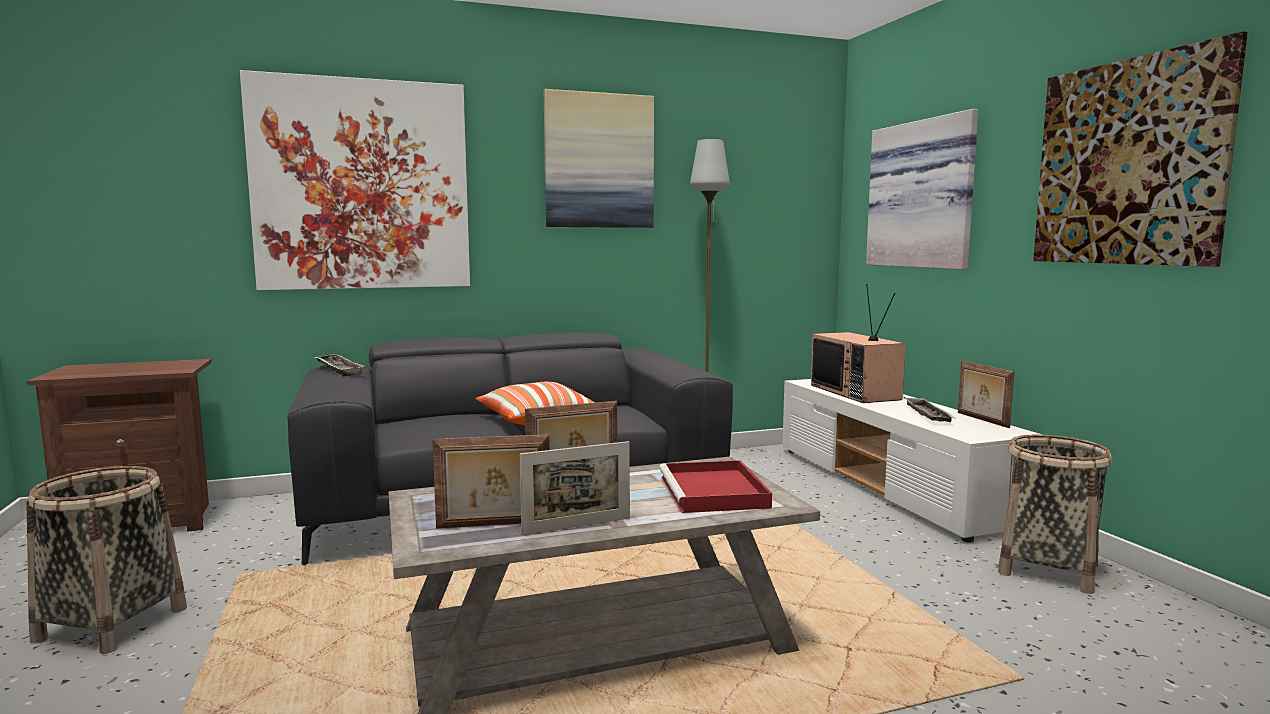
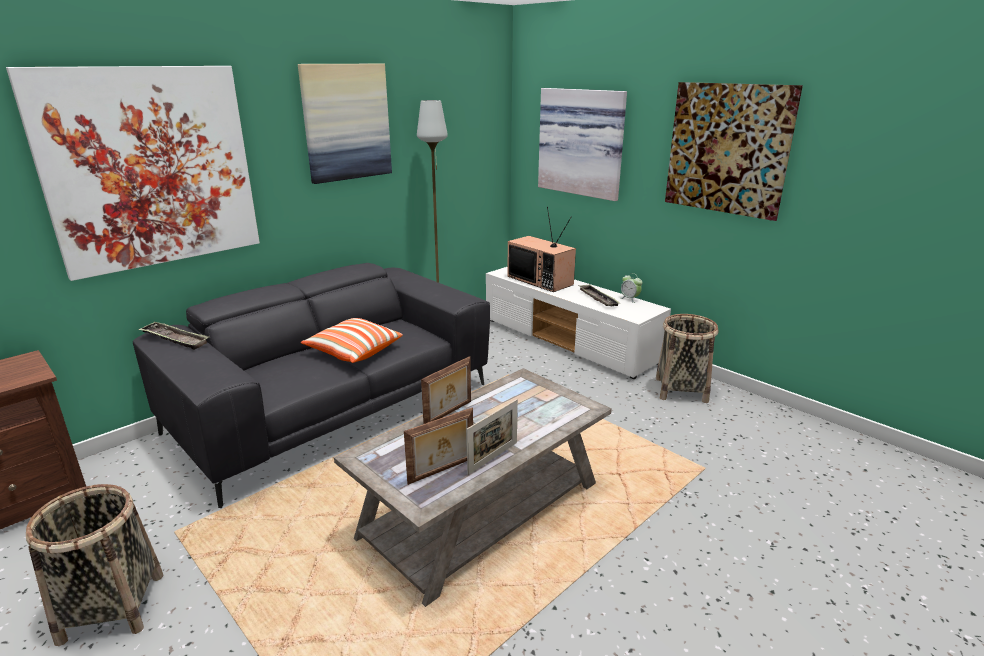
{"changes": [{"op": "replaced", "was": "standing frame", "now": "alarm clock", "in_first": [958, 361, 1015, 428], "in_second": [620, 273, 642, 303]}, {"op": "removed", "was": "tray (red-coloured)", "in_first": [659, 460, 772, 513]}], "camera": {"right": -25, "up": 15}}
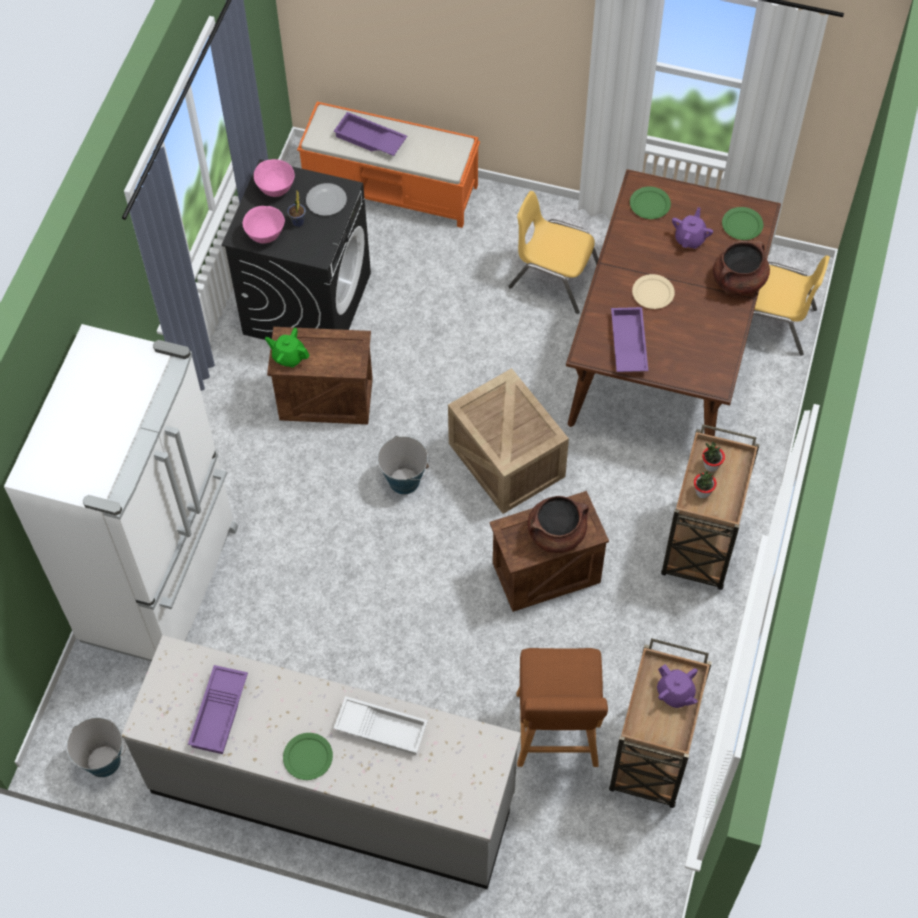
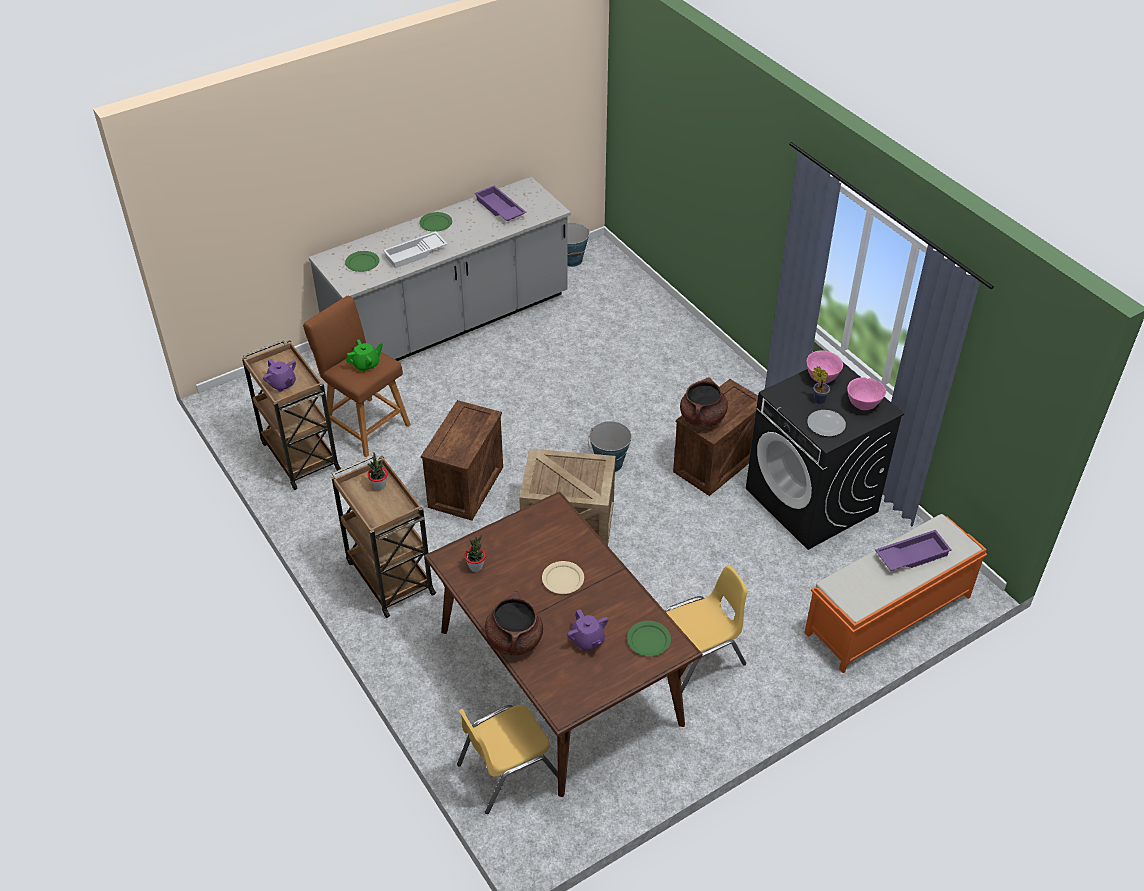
{"changes": [{"op": "turned", "was": "pot for tea (purplish)", "in_first": [657, 664, 698, 708], "in_second": [263, 359, 296, 392], "clockwise": -135}, {"op": "moved", "was": "flat dish (green)", "in_first": [722, 207, 763, 240], "in_second": [345, 251, 379, 272]}, {"op": "moved", "was": "pot for tea (green)", "in_first": [265, 328, 309, 368], "in_second": [346, 339, 383, 372]}, {"op": "moved", "was": "houseplant", "in_first": [702, 442, 725, 472], "in_second": [464, 535, 486, 572]}, {"op": "moved", "was": "saucepot (brownish)", "in_first": [528, 496, 589, 553], "in_second": [680, 377, 728, 428]}, {"op": "removed", "was": "kitchen fridge (white-coloured)", "in_first": [4, 324, 238, 661]}, {"op": "removed", "was": "tray (purplish)", "in_first": [611, 307, 648, 372]}], "camera": {"right": 130, "up": -15}}
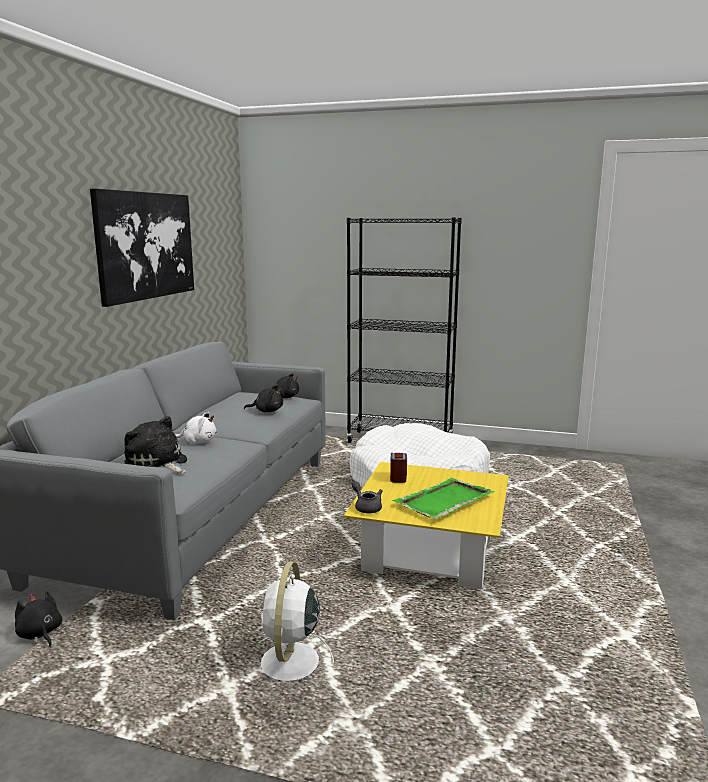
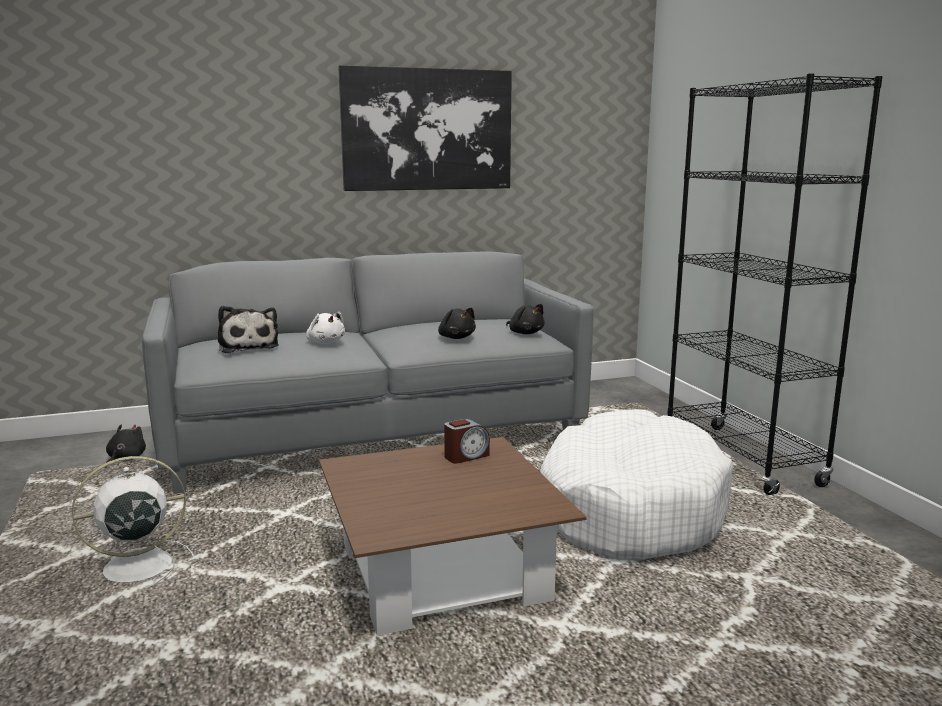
{"changes": [{"op": "turned", "was": "soft toy", "in_first": [124, 416, 187, 473], "in_second": [218, 306, 279, 353], "clockwise": 150}, {"op": "recoloured", "was": "lounge table (yellowish)", "now": "lounge table (brownish)", "in_first": [344, 462, 509, 590], "in_second": [319, 437, 587, 636]}, {"op": "removed", "was": "pot for tea (greyish)", "in_first": [352, 482, 383, 514]}, {"op": "removed", "was": "tray (green)", "in_first": [393, 478, 495, 519]}], "camera": {"right": 55, "up": 0}}
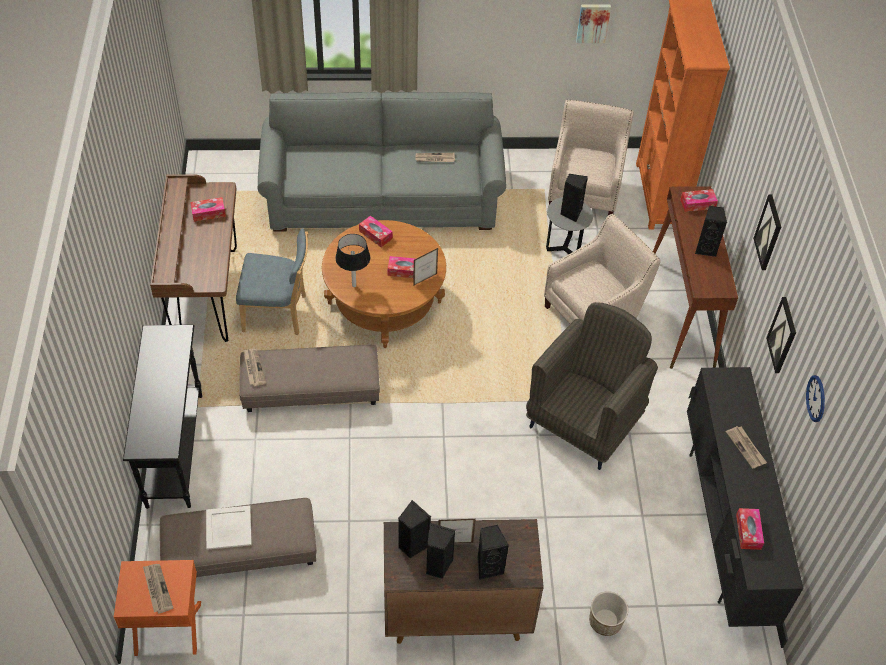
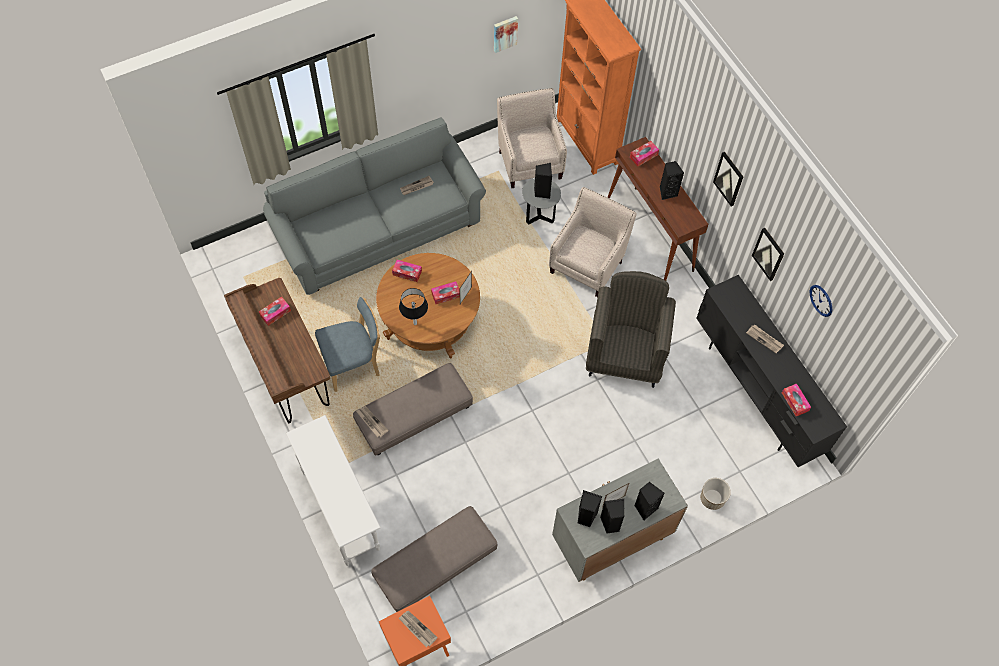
{"changes": [{"op": "recoloured", "was": "console table (blackish)", "now": "console table (white-coloured)", "in_first": [123, 325, 202, 509], "in_second": [286, 415, 381, 566]}, {"op": "recoloured", "was": "cupboard (brownish)", "now": "cupboard (greyish)", "in_first": [384, 519, 544, 644], "in_second": [552, 459, 688, 582]}, {"op": "removed", "was": "tray (white-coloured)", "in_first": [206, 505, 252, 550]}], "camera": {"right": -25, "up": 10}}
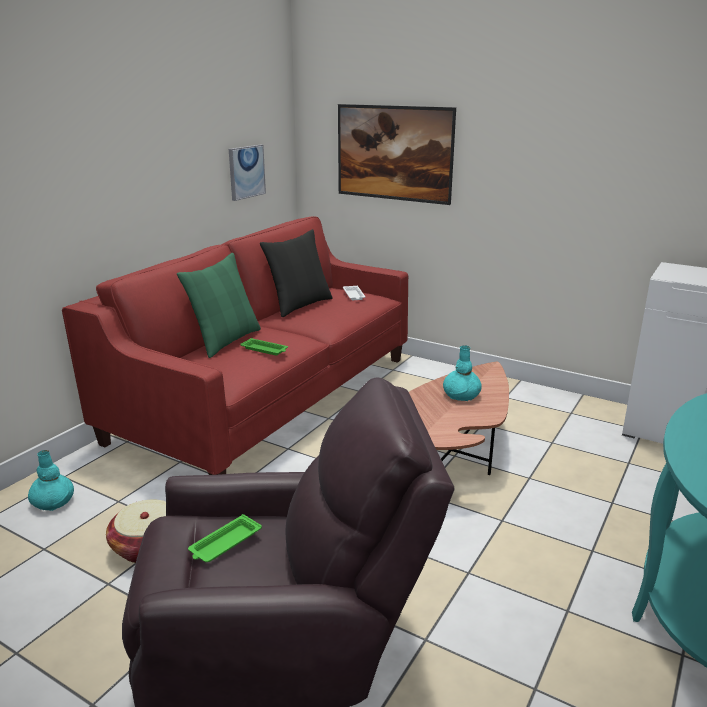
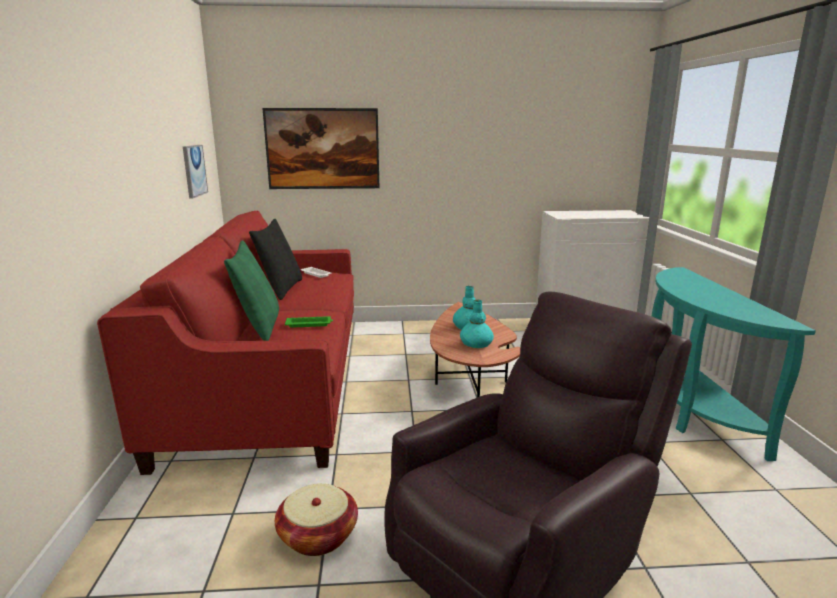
{"changes": [{"op": "moved", "was": "decorative vase (turquoise)", "in_first": [28, 450, 74, 511], "in_second": [460, 300, 494, 348]}, {"op": "removed", "was": "tray (green)", "in_first": [188, 514, 262, 562]}], "camera": {"right": -35, "up": -5}}
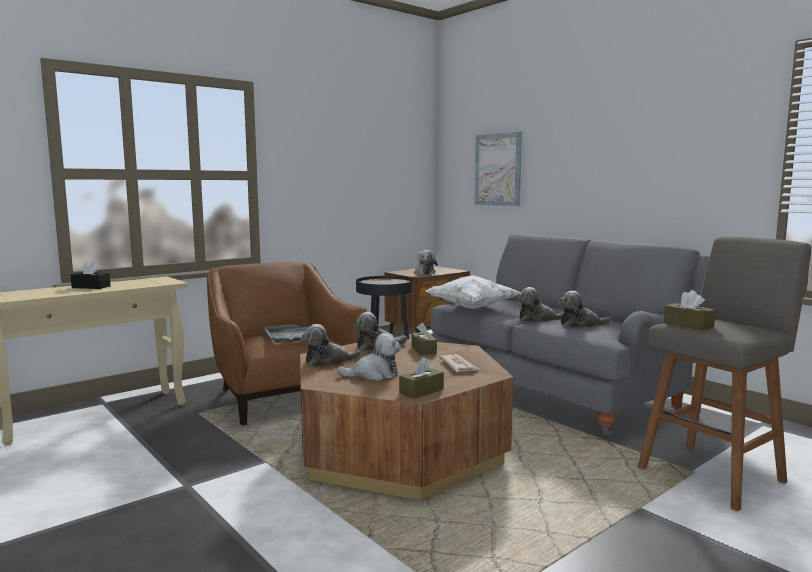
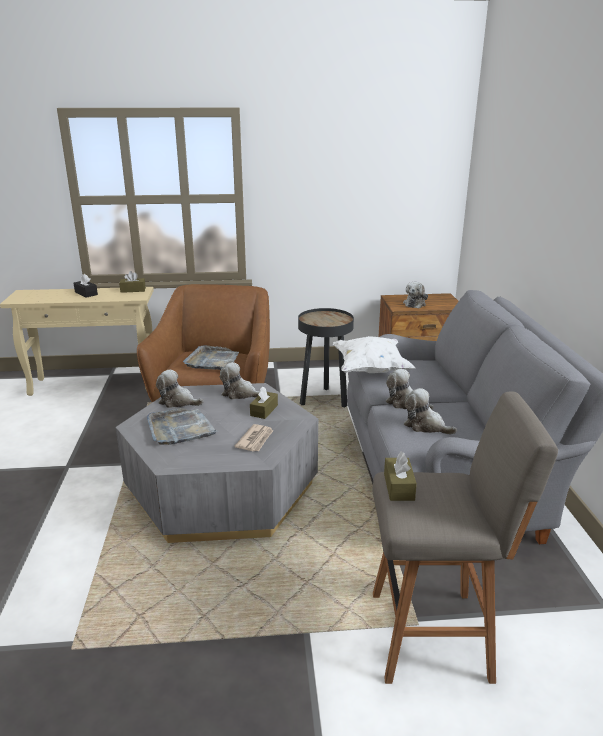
{"changes": [{"op": "recoloured", "was": "lounge table (brownish)", "now": "lounge table (greyish)", "in_first": [300, 338, 513, 500], "in_second": [116, 383, 318, 543]}, {"op": "moved", "was": "tissue holder (brownish)", "in_first": [399, 357, 444, 399], "in_second": [119, 271, 146, 293]}, {"op": "replaced", "was": "soft toy", "now": "tray (greyish)", "in_first": [337, 333, 401, 381], "in_second": [147, 408, 218, 445]}, {"op": "removed", "was": "wall picture", "in_first": [474, 132, 522, 206]}], "camera": {"right": 35, "up": 15}}
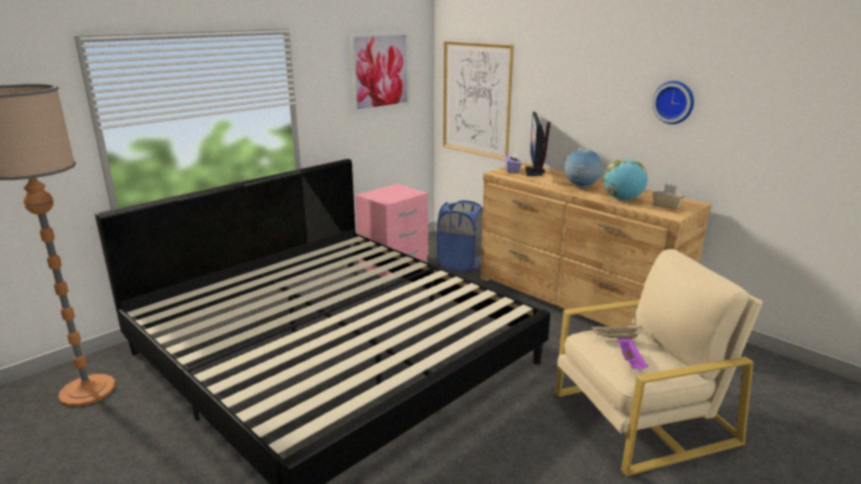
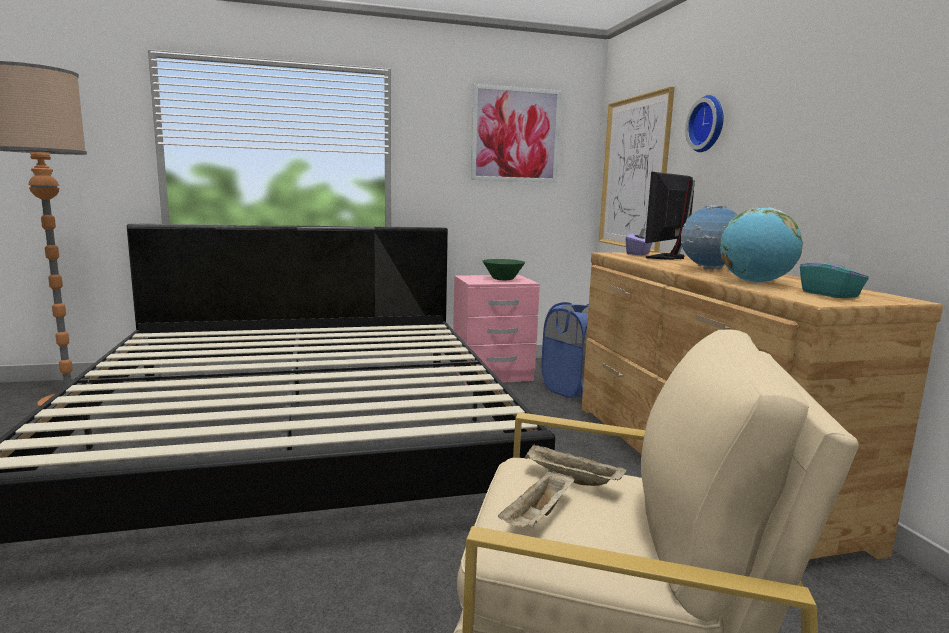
{"changes": [{"op": "added", "now": "serving bowl (green)", "in_second": [483, 259, 525, 280]}, {"op": "recoloured", "was": "tray (purplish)", "now": "tray (sand-coloured)", "in_first": [617, 337, 648, 369], "in_second": [498, 468, 575, 528]}, {"op": "moved", "was": "clock on the wall", "in_first": [652, 81, 694, 124], "in_second": [685, 95, 723, 152]}, {"op": "recoloured", "was": "tissue holder (sand-coloured)", "now": "tissue holder (turquoise)", "in_first": [653, 184, 685, 210], "in_second": [800, 253, 869, 298]}], "camera": {"right": 30, "up": -10}}
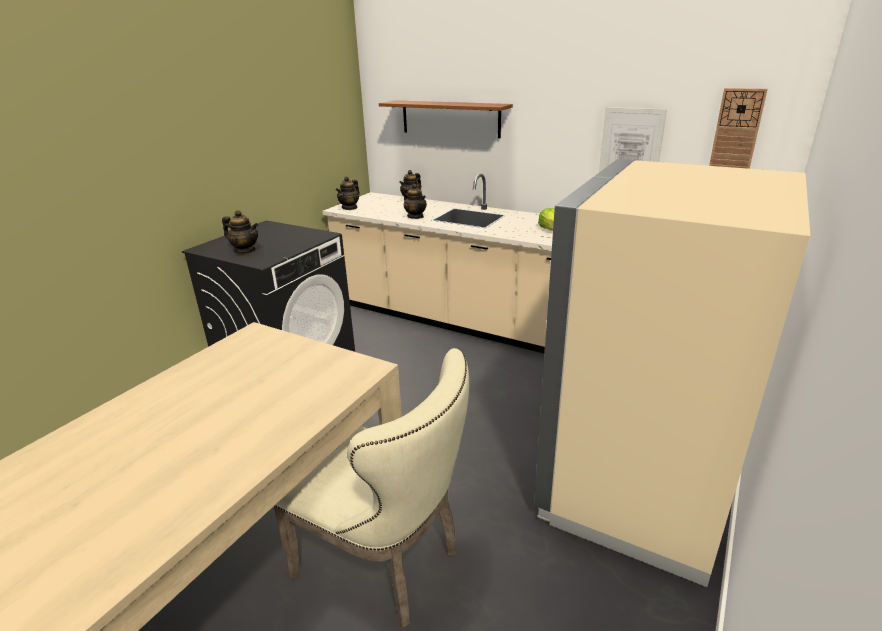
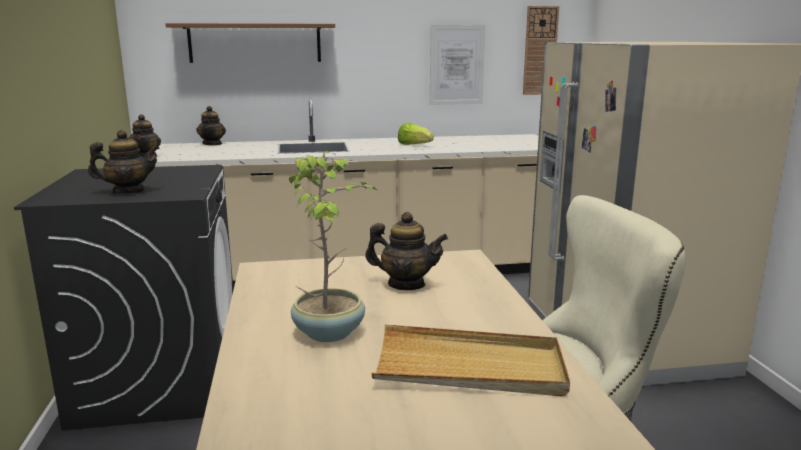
{"changes": [{"op": "added", "now": "houseplant", "in_second": [289, 152, 378, 342]}, {"op": "moved", "was": "pot for tea", "in_first": [404, 184, 427, 219], "in_second": [365, 212, 448, 290]}, {"op": "added", "now": "tray (sand-coloured)", "in_second": [372, 324, 570, 397]}], "camera": {"right": -40, "up": -10}}
